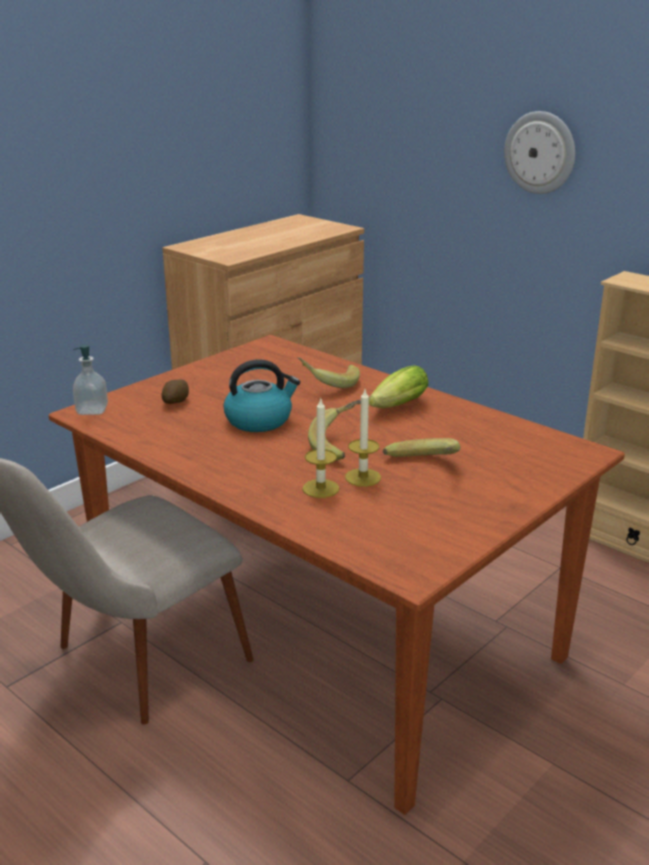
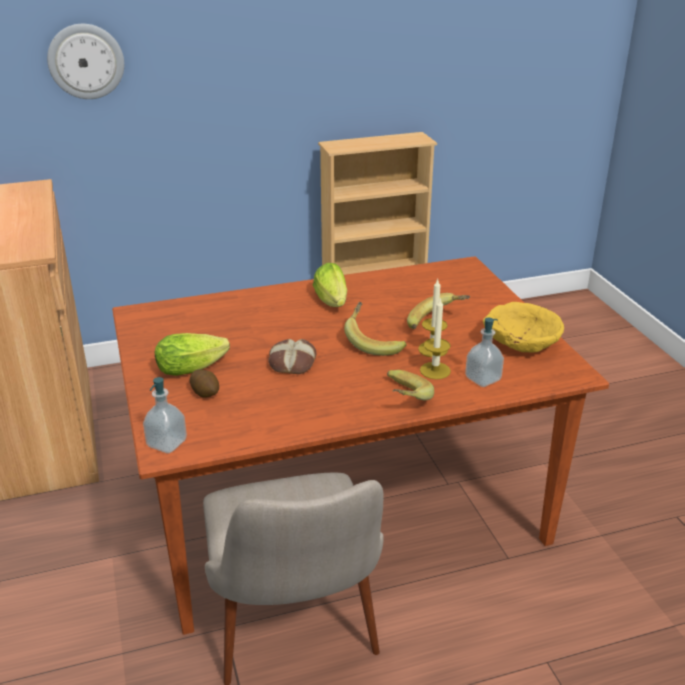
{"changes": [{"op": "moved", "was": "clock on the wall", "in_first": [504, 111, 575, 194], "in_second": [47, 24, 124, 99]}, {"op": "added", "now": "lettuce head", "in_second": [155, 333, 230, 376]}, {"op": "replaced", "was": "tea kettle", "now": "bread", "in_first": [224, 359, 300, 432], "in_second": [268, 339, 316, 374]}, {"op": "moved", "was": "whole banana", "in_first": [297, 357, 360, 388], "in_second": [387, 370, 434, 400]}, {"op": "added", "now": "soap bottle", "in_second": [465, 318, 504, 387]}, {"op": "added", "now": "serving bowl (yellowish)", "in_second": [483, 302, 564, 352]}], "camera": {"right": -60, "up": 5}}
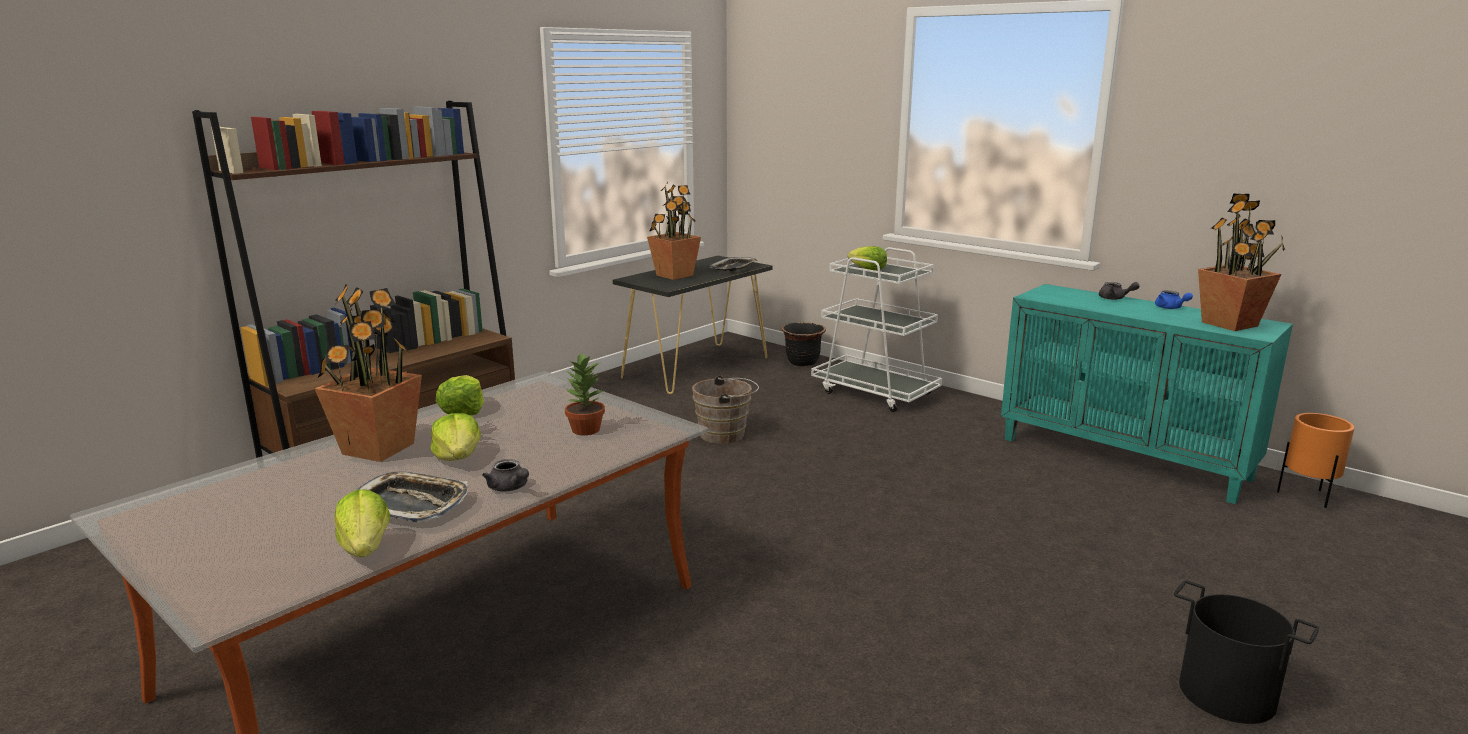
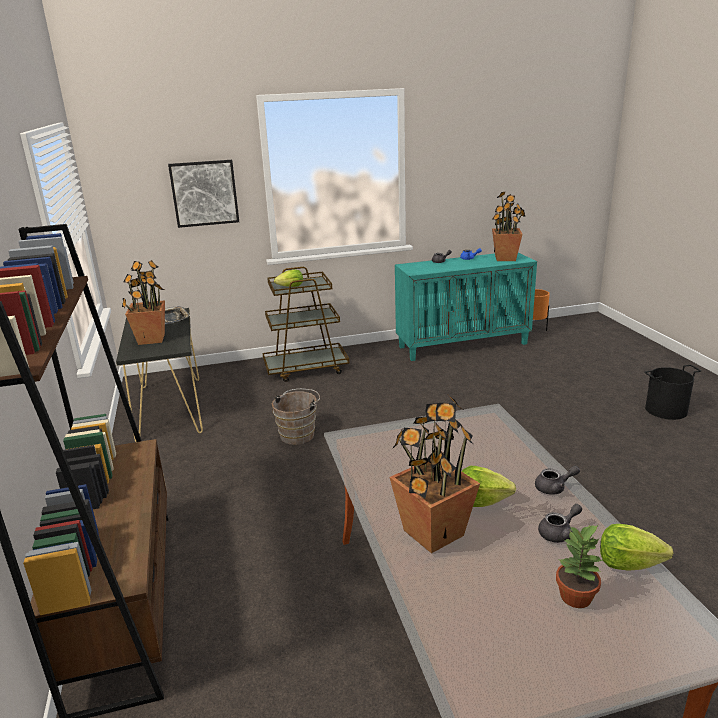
{"changes": [{"op": "added", "now": "wall picture", "in_second": [168, 160, 239, 228]}, {"op": "recoloured", "was": "wheeled cart (white-coloured)", "now": "wheeled cart (brownish)", "in_first": [811, 247, 942, 412], "in_second": [262, 267, 349, 382]}, {"op": "replaced", "was": "tray", "now": "pot for tea (greyish)", "in_first": [357, 472, 468, 523], "in_second": [538, 504, 582, 543]}, {"op": "moved", "was": "houseplant", "in_first": [565, 353, 605, 435], "in_second": [556, 525, 603, 608]}, {"op": "removed", "was": "lettuce head", "in_first": [436, 375, 484, 415]}, {"op": "removed", "was": "planter (blackish)", "in_first": [782, 322, 826, 367]}], "camera": {"right": -55, "up": 5}}
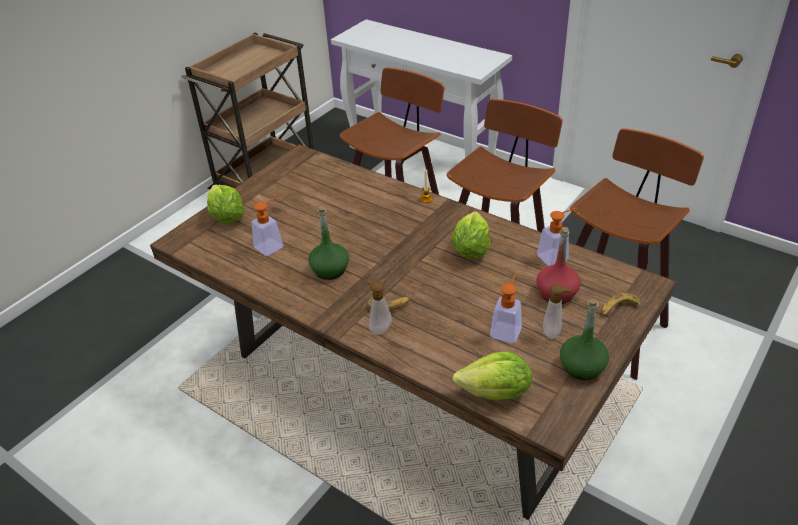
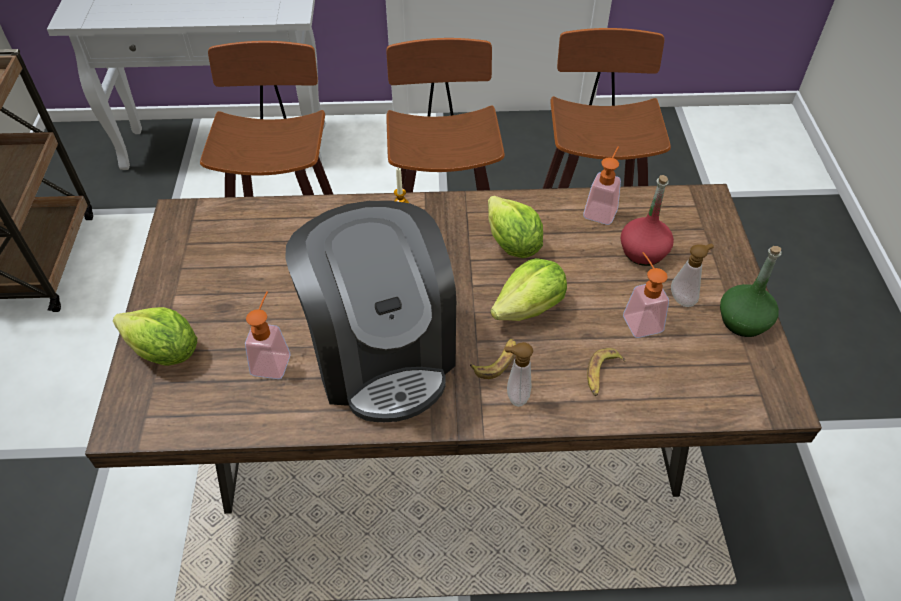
{"changes": [{"op": "replaced", "was": "beverage bottle (green)", "now": "coffee machine", "in_first": [308, 206, 349, 280], "in_second": [285, 201, 456, 422]}, {"op": "moved", "was": "lettuce head", "in_first": [452, 351, 532, 400], "in_second": [490, 258, 567, 321]}, {"op": "moved", "was": "whole banana", "in_first": [602, 293, 642, 316], "in_second": [587, 348, 625, 396]}], "camera": {"right": -40, "up": 10}}
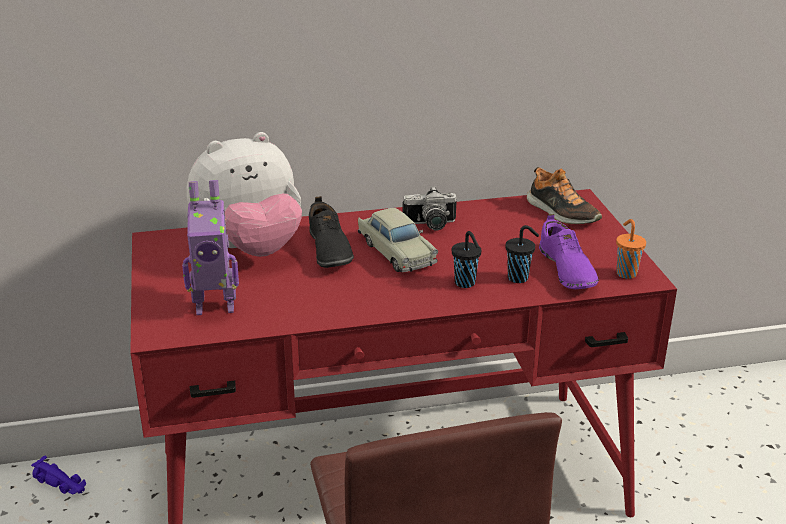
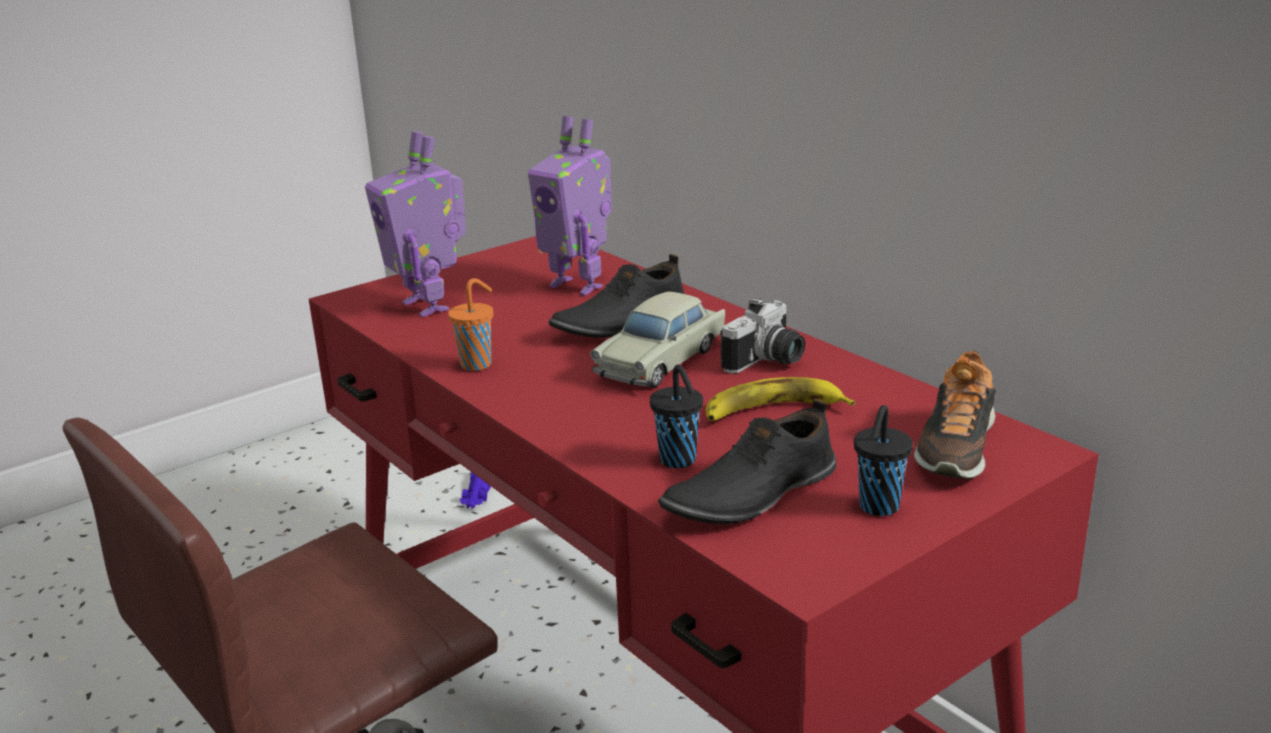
{"changes": [{"op": "moved", "was": "cup (orange)", "in_first": [616, 219, 646, 279], "in_second": [448, 278, 493, 371]}, {"op": "replaced", "was": "soft toy", "now": "model robot", "in_first": [187, 132, 302, 257], "in_second": [528, 116, 612, 296]}, {"op": "recoloured", "was": "shoe (purplish)", "now": "shoe (blackish)", "in_first": [539, 214, 599, 289], "in_second": [658, 399, 836, 524]}, {"op": "added", "now": "whole banana", "in_second": [706, 377, 856, 421]}, {"op": "turned", "was": "still camera", "in_first": [402, 186, 457, 231], "in_second": [721, 297, 805, 374], "clockwise": -105}, {"op": "moved", "was": "cup (blackish)", "in_first": [452, 231, 481, 288], "in_second": [854, 405, 913, 516]}], "camera": {"right": 65, "up": -5}}
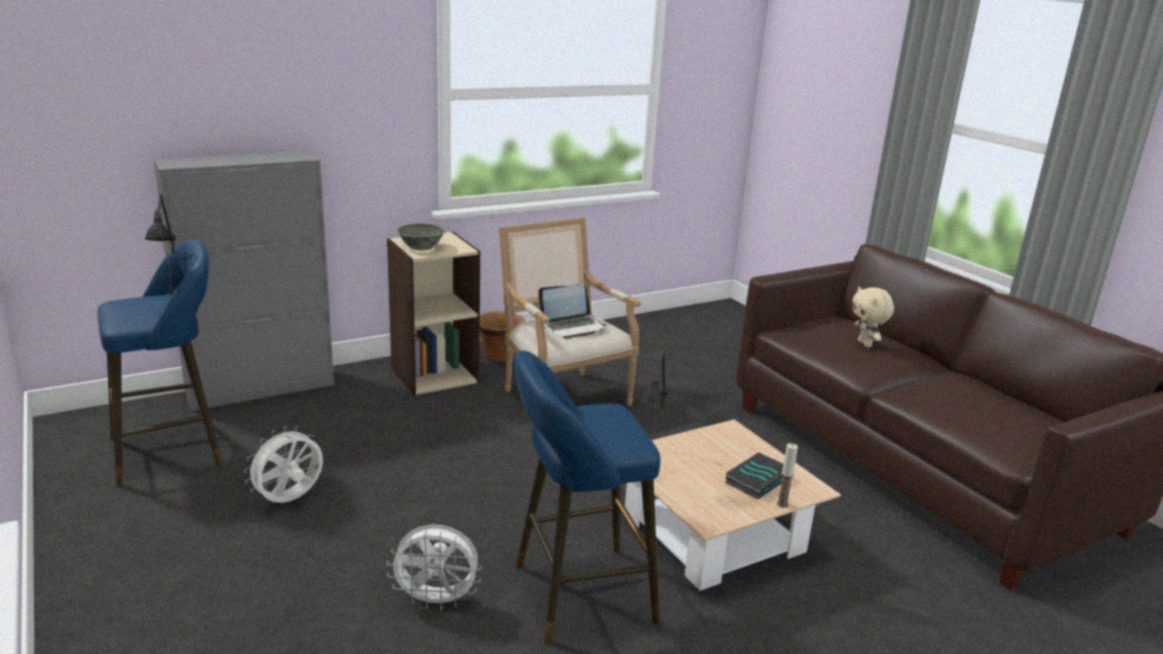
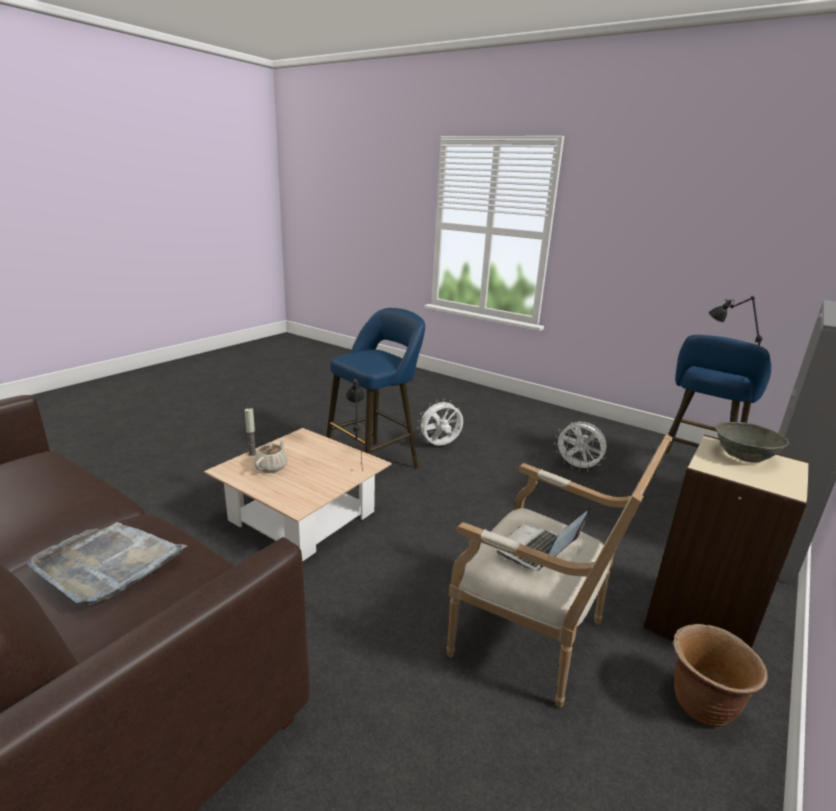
{"changes": [{"op": "replaced", "was": "soft toy (sand-coloured)", "now": "tray (greyish)", "in_first": [852, 287, 894, 348], "in_second": [28, 522, 187, 605]}, {"op": "replaced", "was": "book", "now": "pot for tea (sand-coloured)", "in_first": [724, 452, 783, 499], "in_second": [254, 438, 287, 473]}, {"op": "turned", "was": "electric fan (white-coloured)", "in_first": [244, 426, 323, 503], "in_second": [554, 422, 607, 471], "clockwise": 105}], "camera": {"right": 155, "up": 0}}
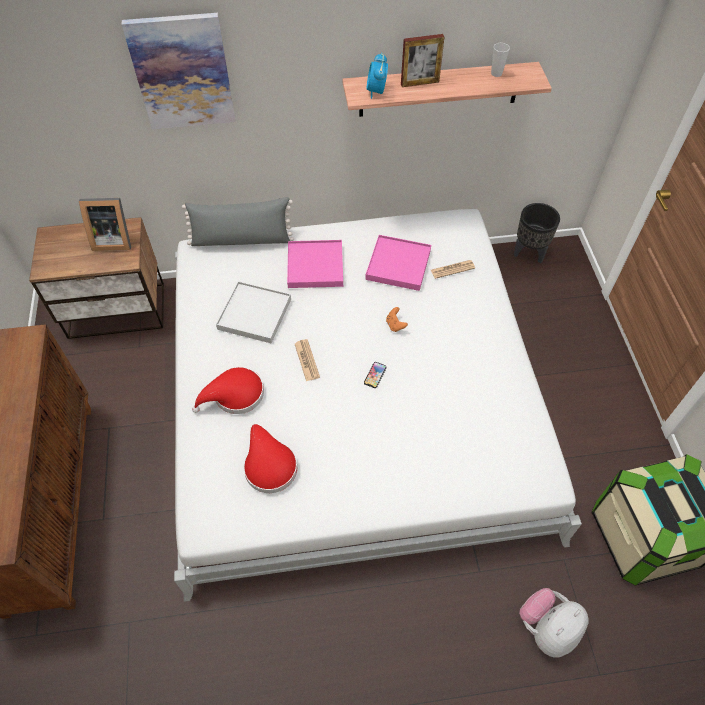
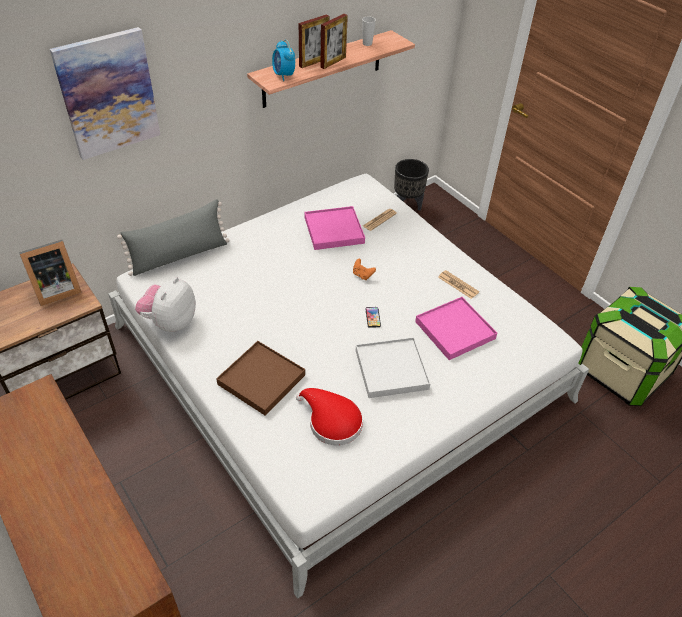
{"changes": [{"op": "moved", "was": "soft toy", "in_first": [519, 588, 589, 658], "in_second": [135, 277, 196, 332]}, {"op": "replaced", "was": "hat (red-coloured)", "now": "tray (brownish)", "in_first": [192, 367, 264, 414], "in_second": [216, 341, 305, 416]}, {"op": "added", "now": "standing frame", "in_second": [320, 14, 348, 69]}, {"op": "moved", "was": "tray (white-coloured)", "in_first": [216, 281, 291, 343], "in_second": [356, 337, 431, 398]}, {"op": "moved", "was": "tray (pink-coloured)", "in_first": [287, 240, 343, 288], "in_second": [415, 297, 497, 360]}, {"op": "moved", "was": "daily paper", "in_first": [295, 339, 320, 381], "in_second": [438, 270, 479, 299]}], "camera": {"right": -30, "up": -10}}
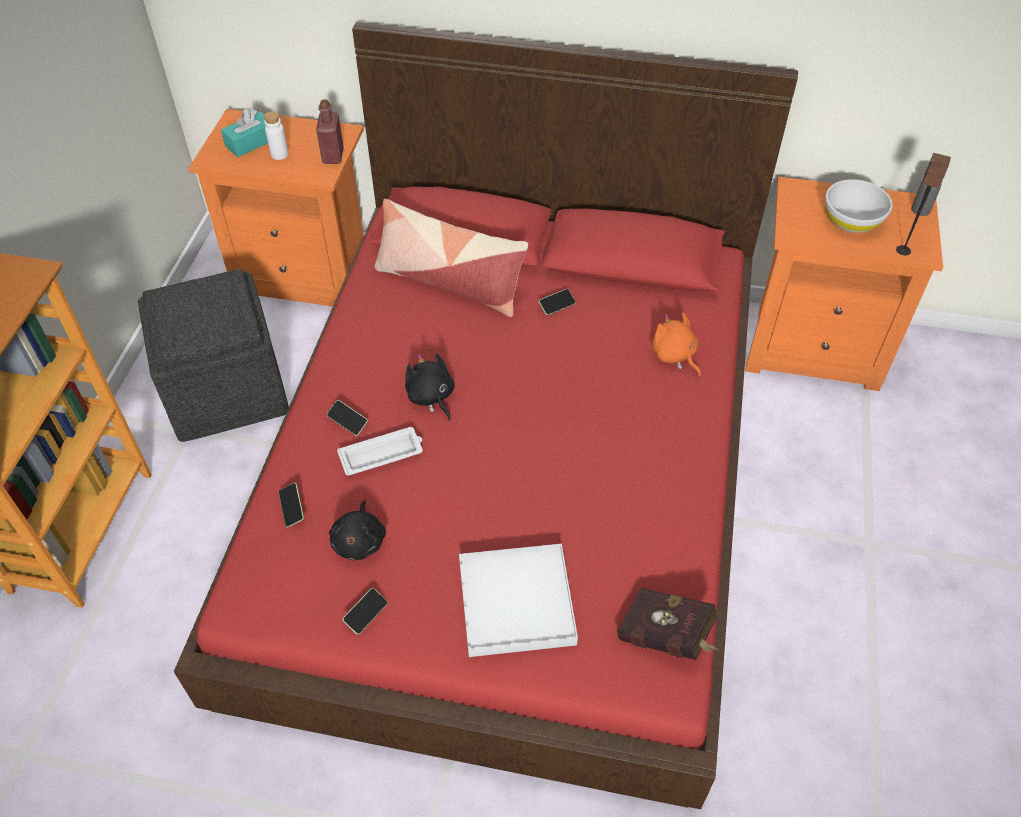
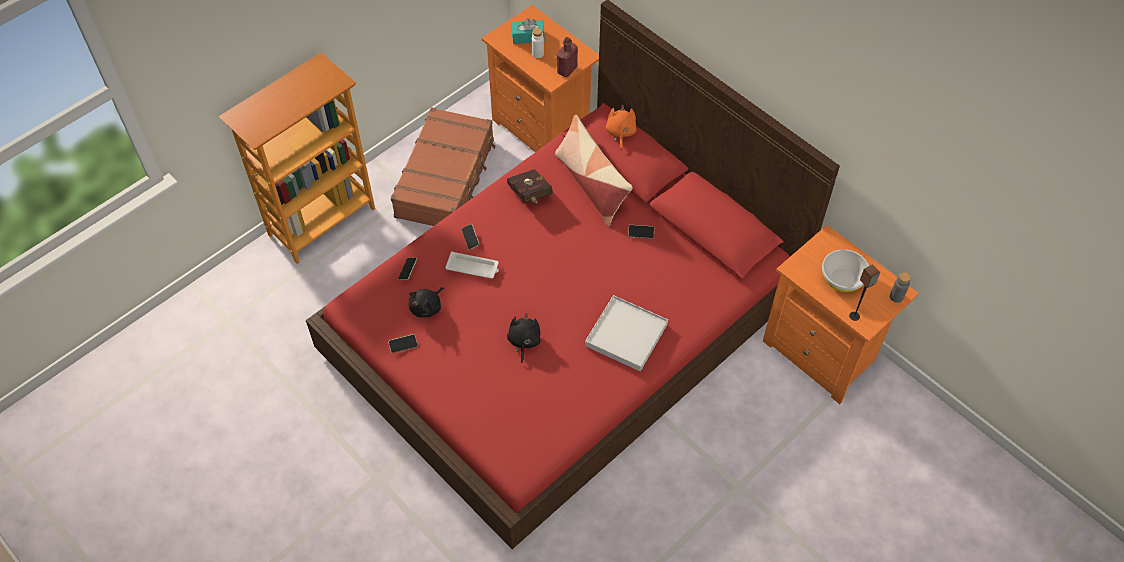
{"changes": [{"op": "replaced", "was": "pouffe (greyish)", "now": "travel case (brownish)", "in_first": [138, 269, 289, 442], "in_second": [391, 107, 496, 226]}, {"op": "moved", "was": "book (red-coloured)", "in_first": [617, 588, 718, 660], "in_second": [507, 169, 553, 203]}, {"op": "moved", "was": "soft toy (blackish)", "in_first": [405, 354, 455, 421], "in_second": [507, 313, 541, 363]}, {"op": "moved", "was": "tray (white-coloured)", "in_first": [459, 544, 578, 657], "in_second": [585, 295, 668, 371]}, {"op": "moved", "was": "soft toy (orange)", "in_first": [652, 313, 701, 377], "in_second": [606, 105, 636, 150]}], "camera": {"right": 35, "up": 5}}
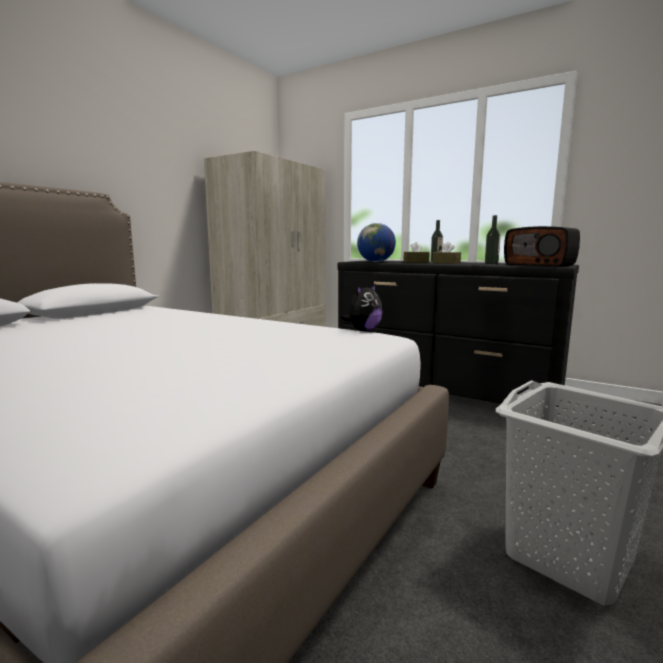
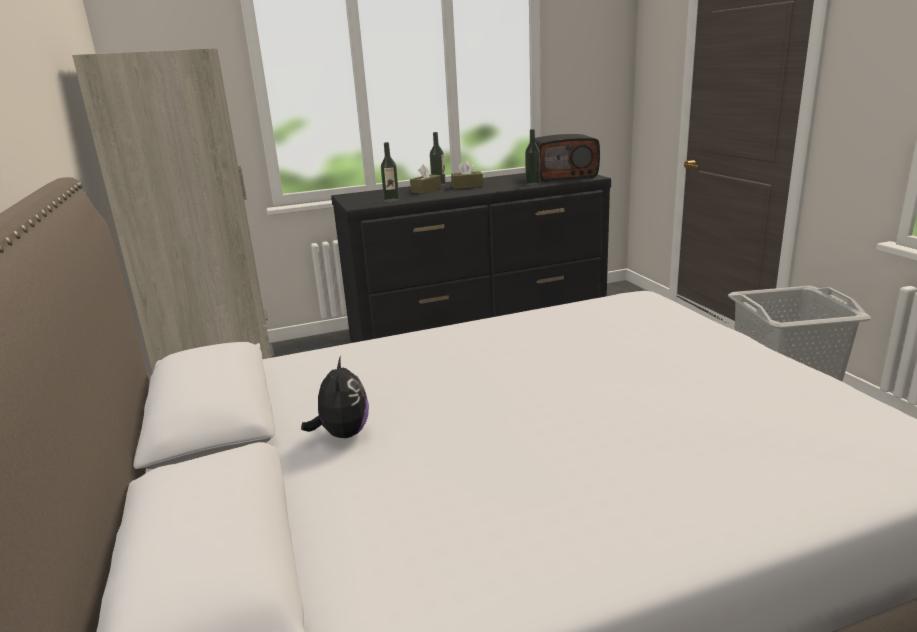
{"changes": [{"op": "moved", "was": "soft toy", "in_first": [341, 284, 383, 331], "in_second": [301, 356, 369, 438]}, {"op": "replaced", "was": "world globe", "now": "beverage bottle", "in_first": [357, 223, 396, 262], "in_second": [381, 142, 399, 202]}], "camera": {"right": -50, "up": 10}}
